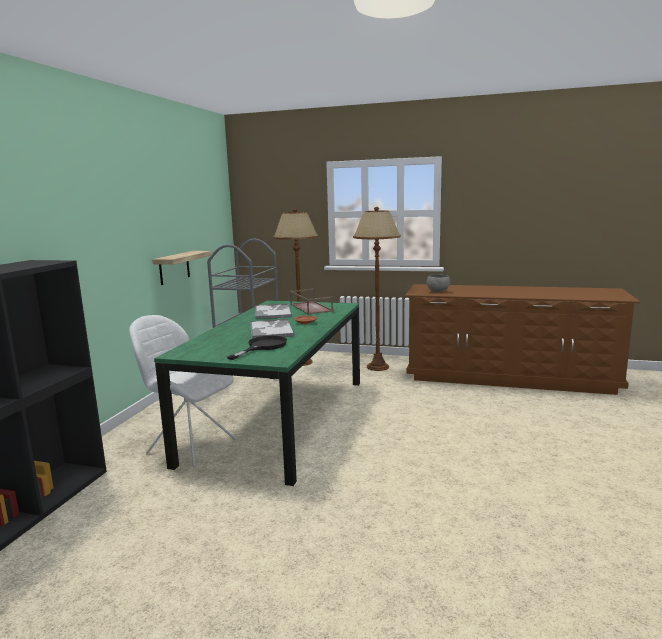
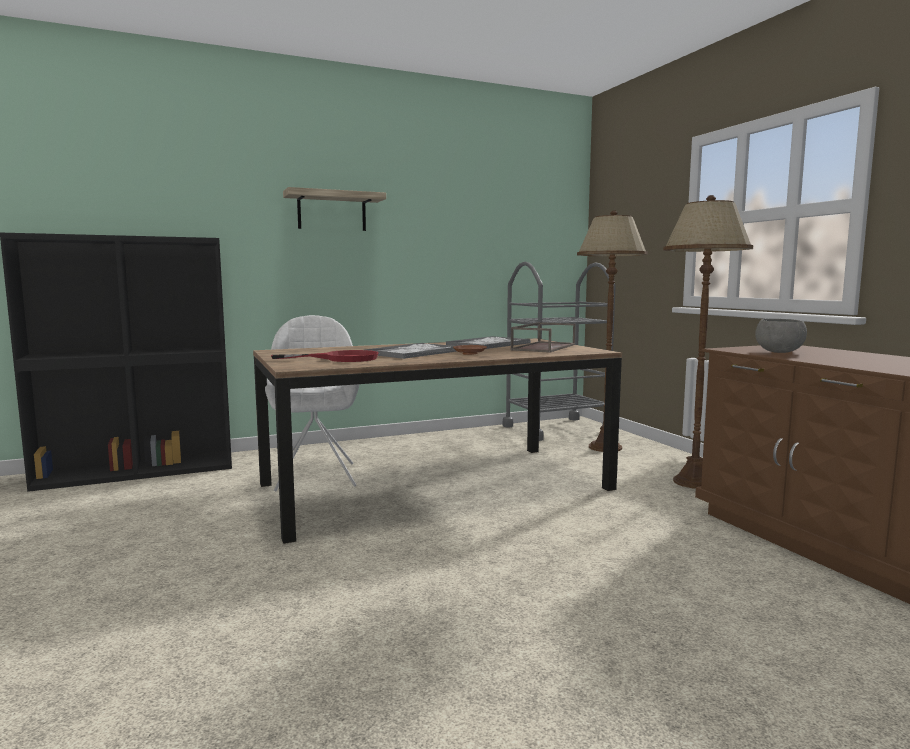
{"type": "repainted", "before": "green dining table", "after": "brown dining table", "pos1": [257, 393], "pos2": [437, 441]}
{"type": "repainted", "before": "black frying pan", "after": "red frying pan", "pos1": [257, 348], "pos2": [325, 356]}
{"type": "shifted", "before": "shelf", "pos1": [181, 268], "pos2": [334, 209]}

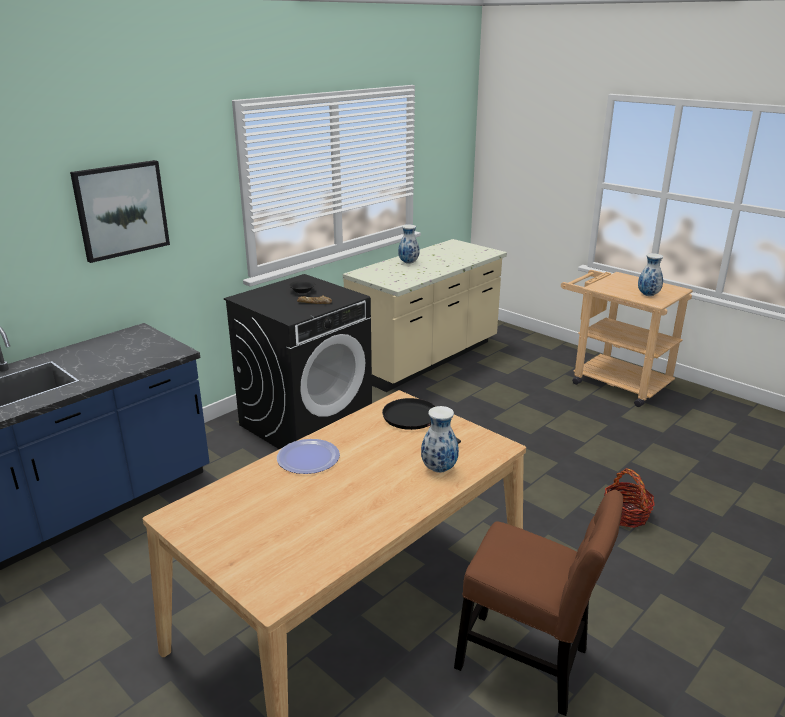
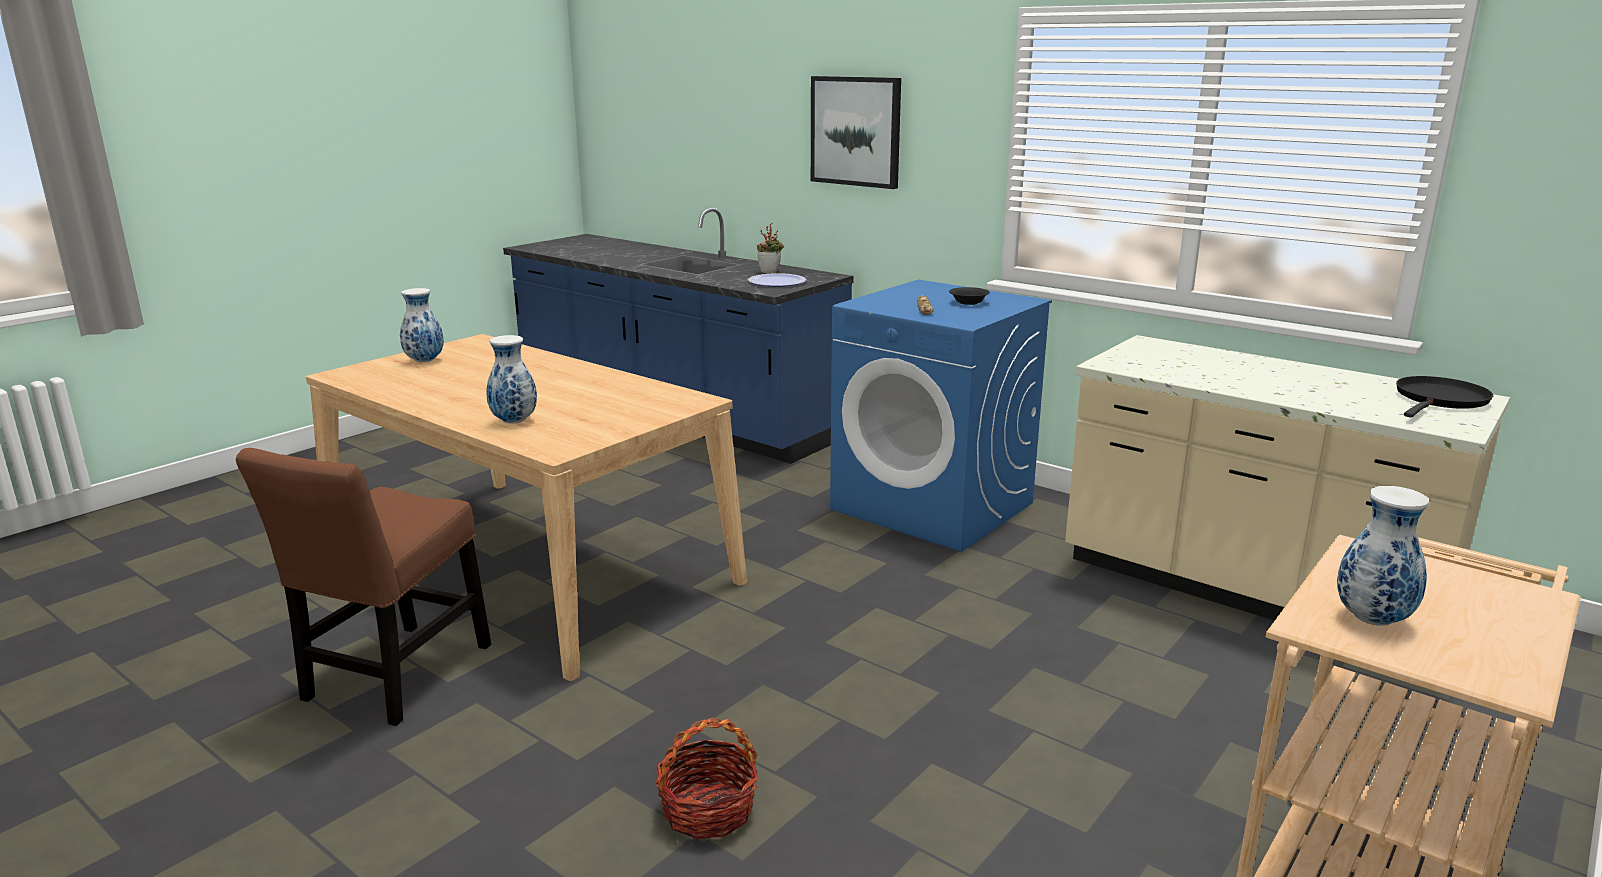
{"type": "shifted", "before": "vase", "pos1": [408, 244], "pos2": [422, 325]}
{"type": "shifted", "before": "plate", "pos1": [308, 456], "pos2": [777, 280]}
{"type": "new", "after": "potted plant", "pos2": [770, 248]}
{"type": "repainted", "before": "black washing machine", "after": "blue washing machine", "pos1": [298, 361], "pos2": [941, 415]}
{"type": "shifted", "before": "black frying pan", "pos1": [421, 421], "pos2": [1444, 397]}

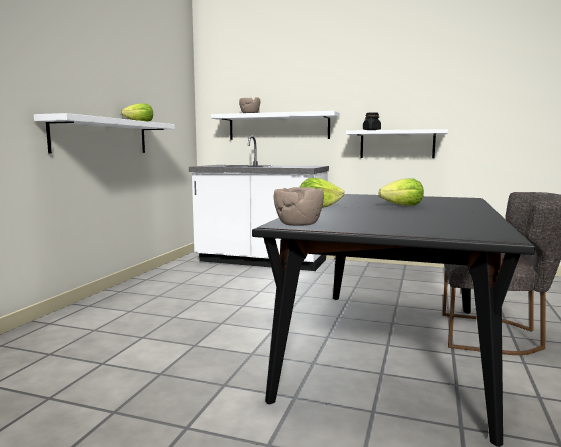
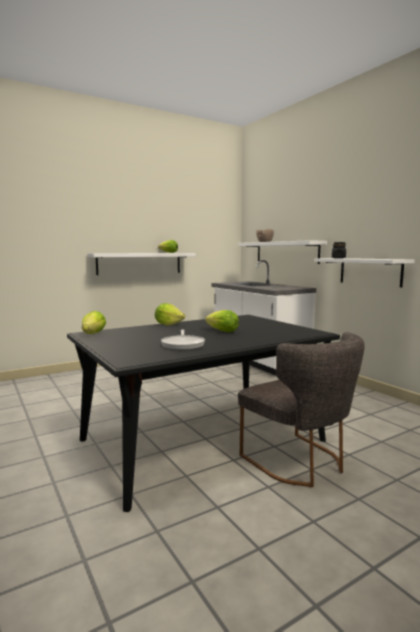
{"type": "swapped", "before": "brown bowl", "after": "lettuce", "pos1": [299, 206], "pos2": [94, 322]}
{"type": "new", "after": "frying pan", "pos2": [183, 340]}

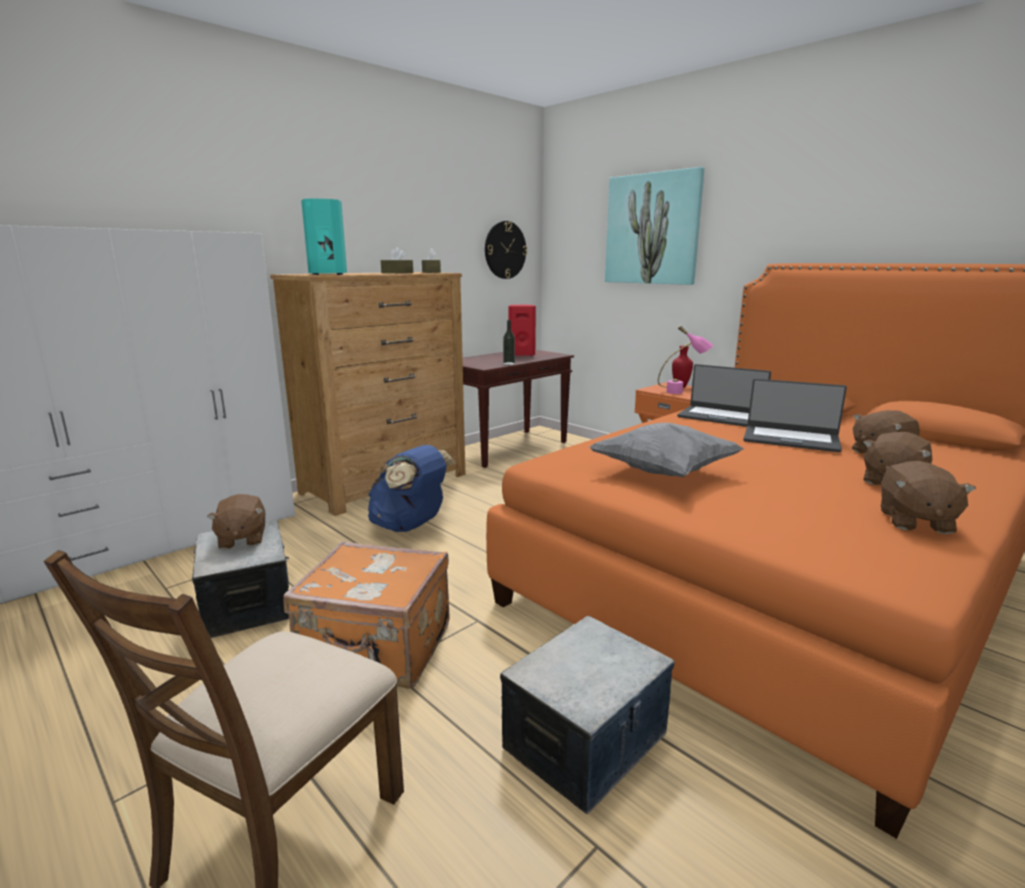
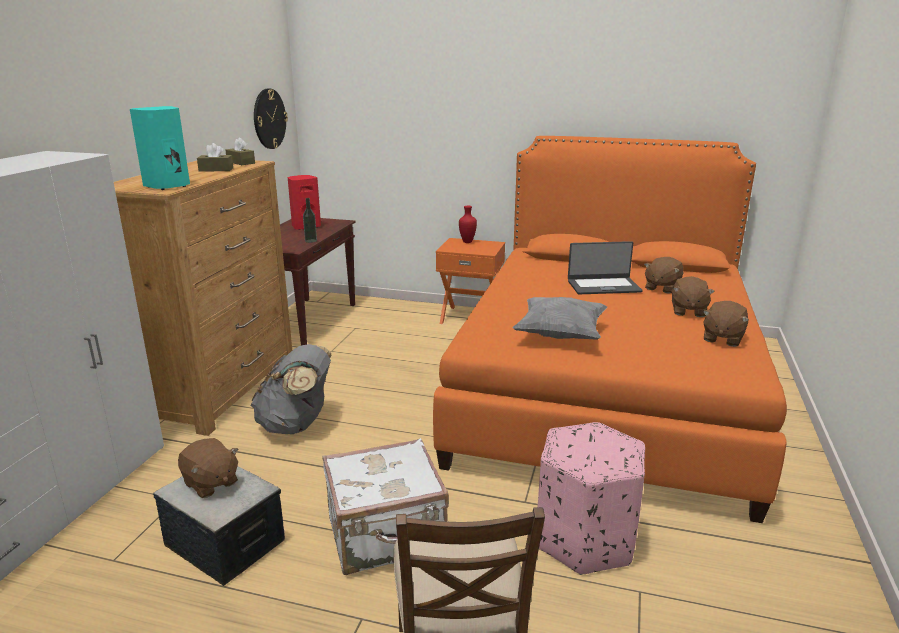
{"type": "repainted", "before": "blue backpack", "after": "grey backpack", "pos1": [411, 488], "pos2": [291, 389]}
{"type": "repainted", "before": "orange suitcase", "after": "white suitcase", "pos1": [366, 615], "pos2": [385, 506]}
{"type": "swapped", "before": "storage box", "after": "pink ottoman", "pos1": [587, 715], "pos2": [591, 498]}
{"type": "rotated", "before": "brown plush toy", "pos1": [928, 497], "pos2": [726, 324], "turn": 45}
{"type": "gone", "before": "picture", "pos1": [654, 226]}
{"type": "gone", "before": "pink table lamp", "pos1": [685, 360]}
{"type": "gone", "before": "laptop", "pos1": [724, 395]}

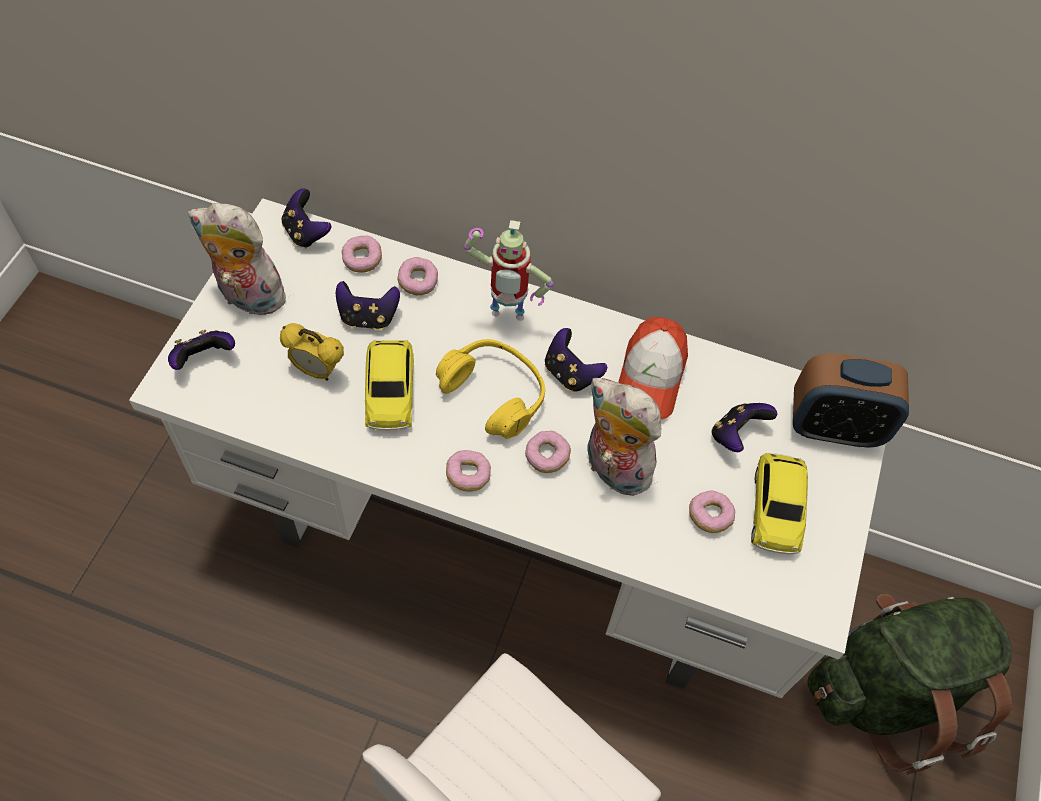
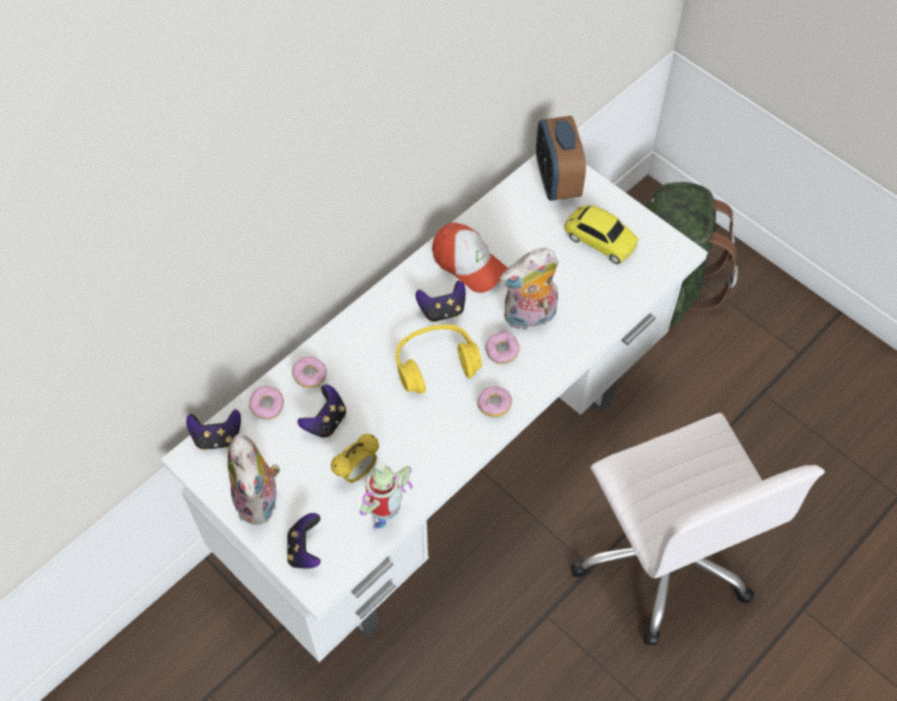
{"type": "rotated", "before": "plush toy", "pos1": [237, 259], "pos2": [254, 479], "turn": -60}
{"type": "shifted", "before": "toy robot", "pos1": [508, 270], "pos2": [386, 496]}
{"type": "rotated", "before": "alarm clock", "pos1": [851, 400], "pos2": [561, 158], "turn": 135}
{"type": "gone", "before": "toy car", "pos1": [389, 385]}
{"type": "gone", "before": "donut", "pos1": [712, 512]}
{"type": "gone", "before": "game controller", "pos1": [744, 427]}

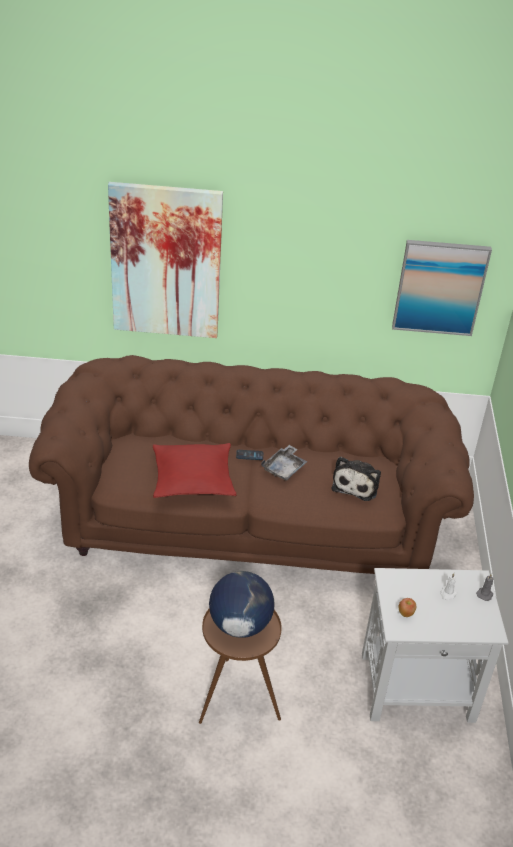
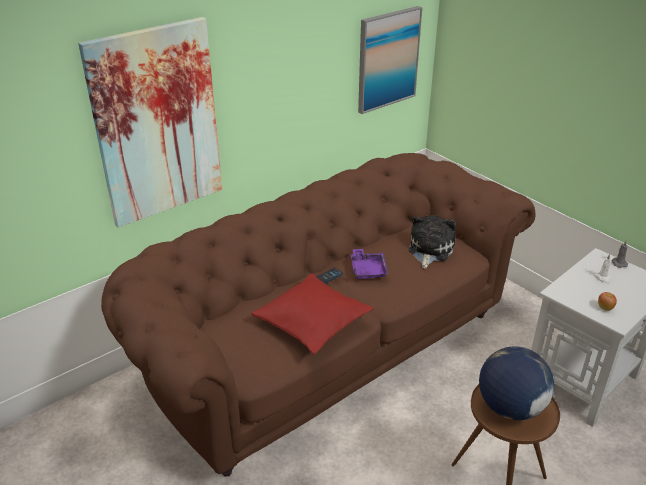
{"type": "repainted", "before": "grey tray", "after": "purple tray", "pos1": [284, 463], "pos2": [369, 264]}
{"type": "rotated", "before": "plush toy", "pos1": [356, 479], "pos2": [432, 242], "turn": -135}

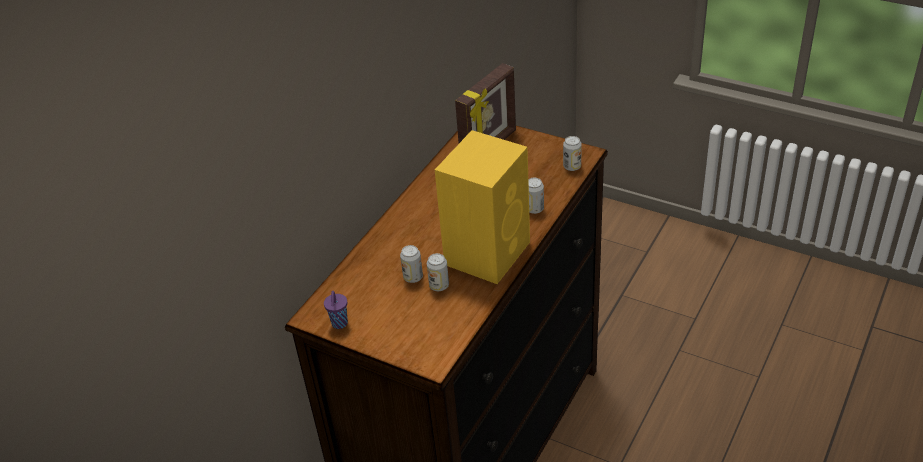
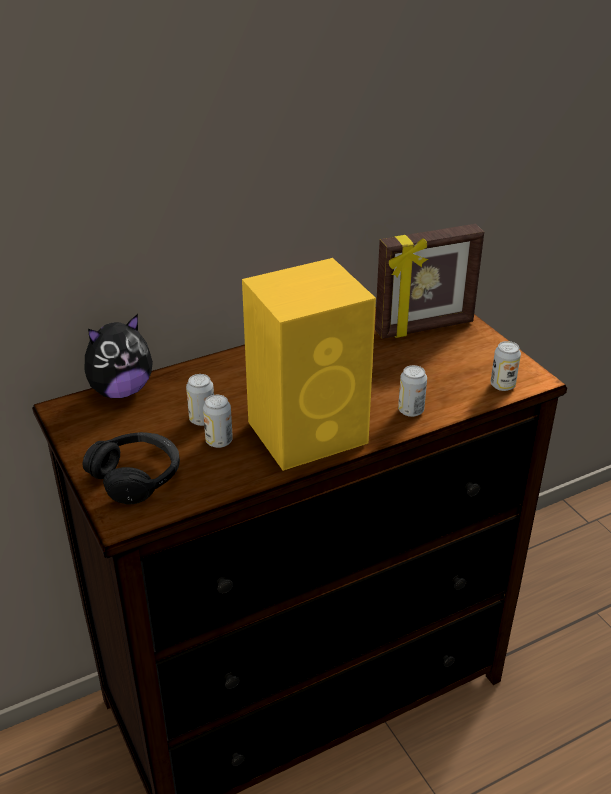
{"type": "new", "after": "black headphones", "pos2": [131, 468]}
{"type": "new", "after": "plush toy", "pos2": [119, 356]}
{"type": "gone", "before": "purple cup", "pos1": [336, 310]}

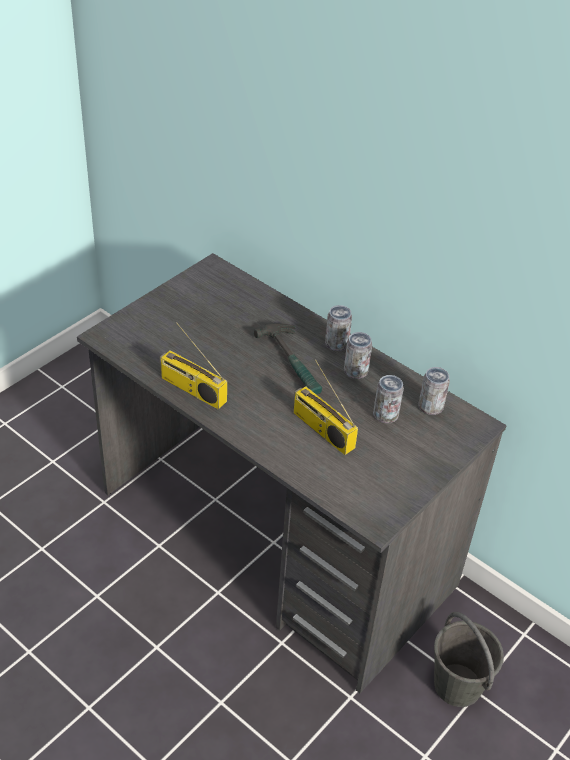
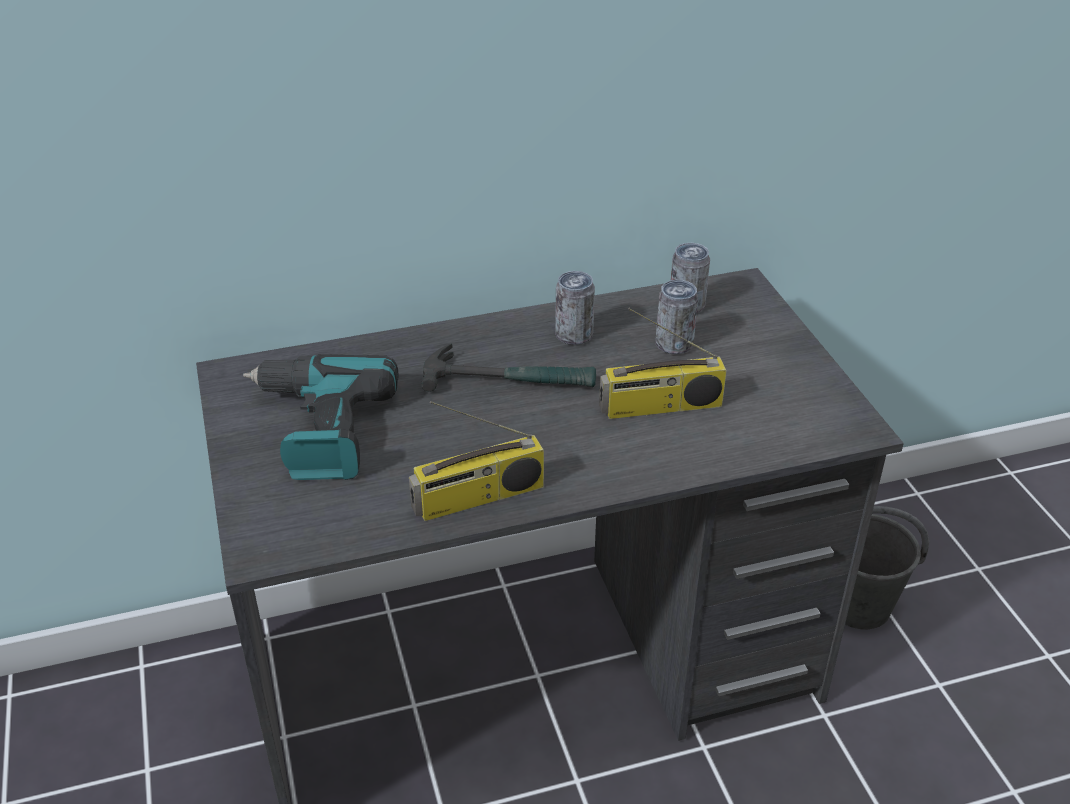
{"type": "new", "after": "power drill", "pos2": [321, 417]}
{"type": "gone", "before": "can", "pos1": [338, 328]}

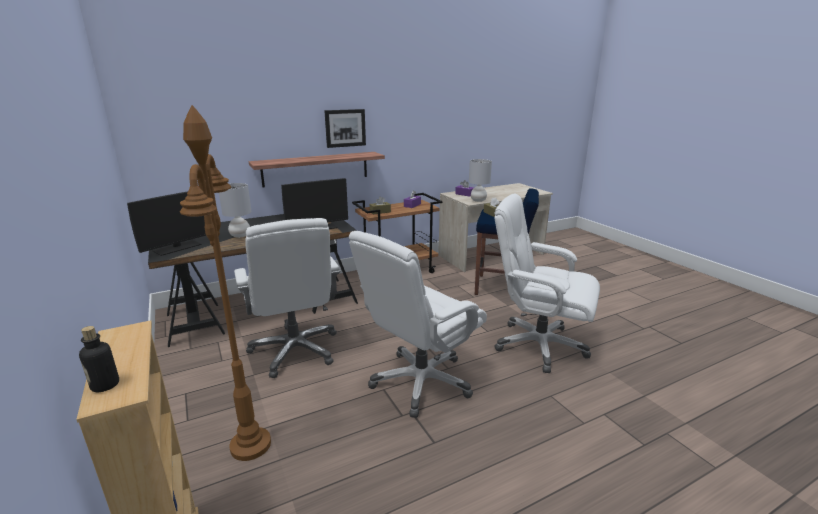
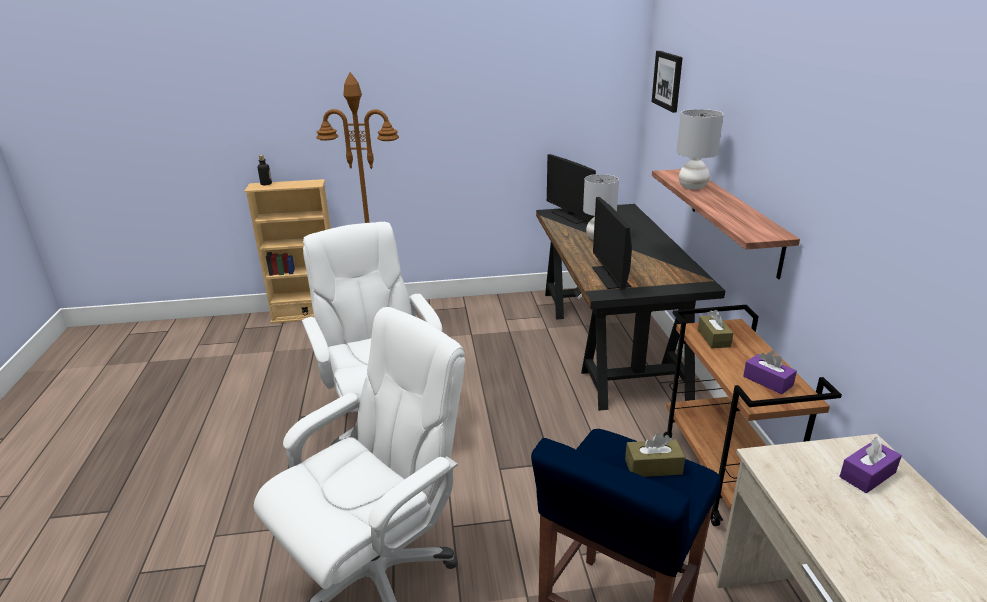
{"type": "shifted", "before": "picture", "pos1": [345, 128], "pos2": [667, 82]}
{"type": "shifted", "before": "grey table lamp", "pos1": [480, 180], "pos2": [700, 149]}
{"type": "gone", "before": "white office chair", "pos1": [287, 298]}

